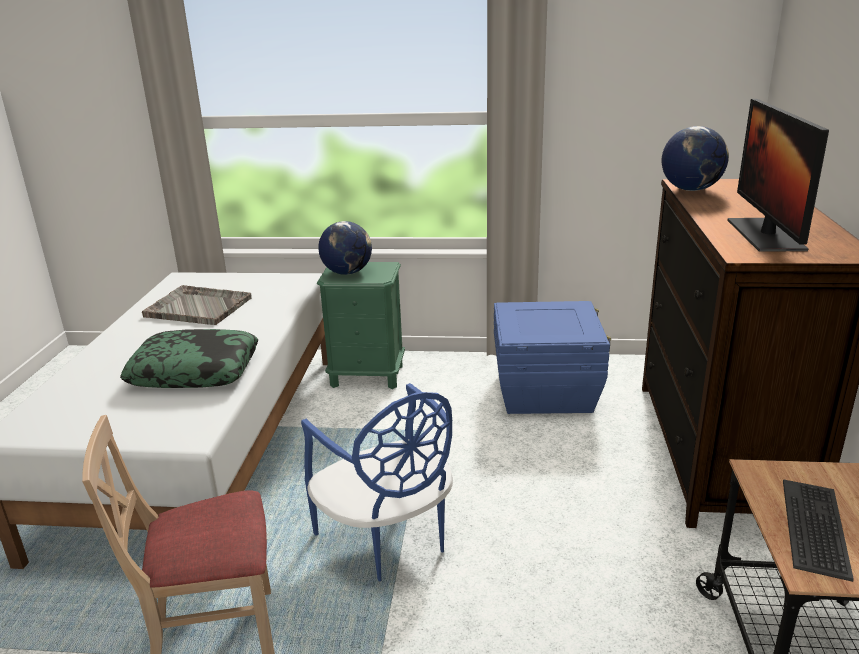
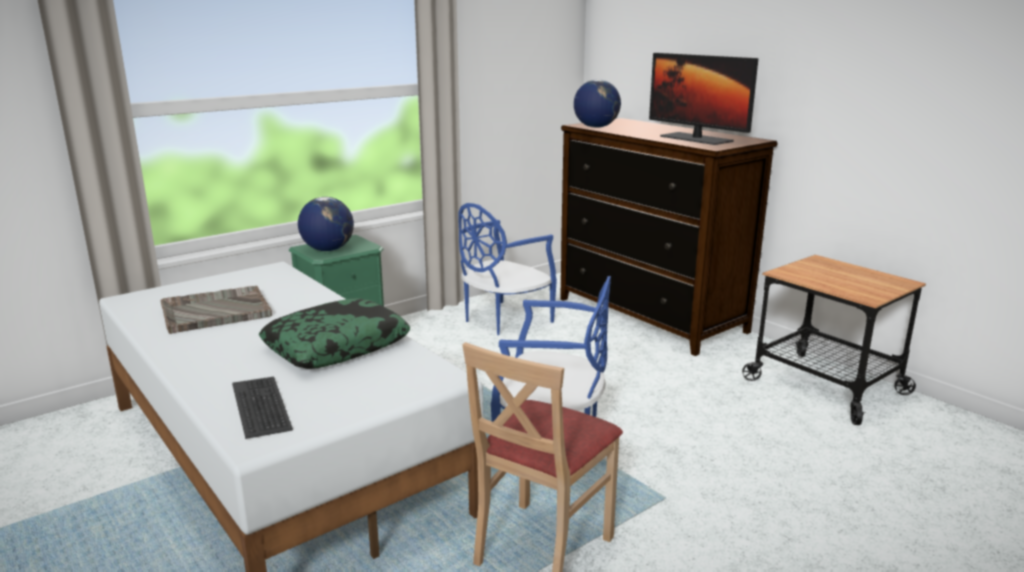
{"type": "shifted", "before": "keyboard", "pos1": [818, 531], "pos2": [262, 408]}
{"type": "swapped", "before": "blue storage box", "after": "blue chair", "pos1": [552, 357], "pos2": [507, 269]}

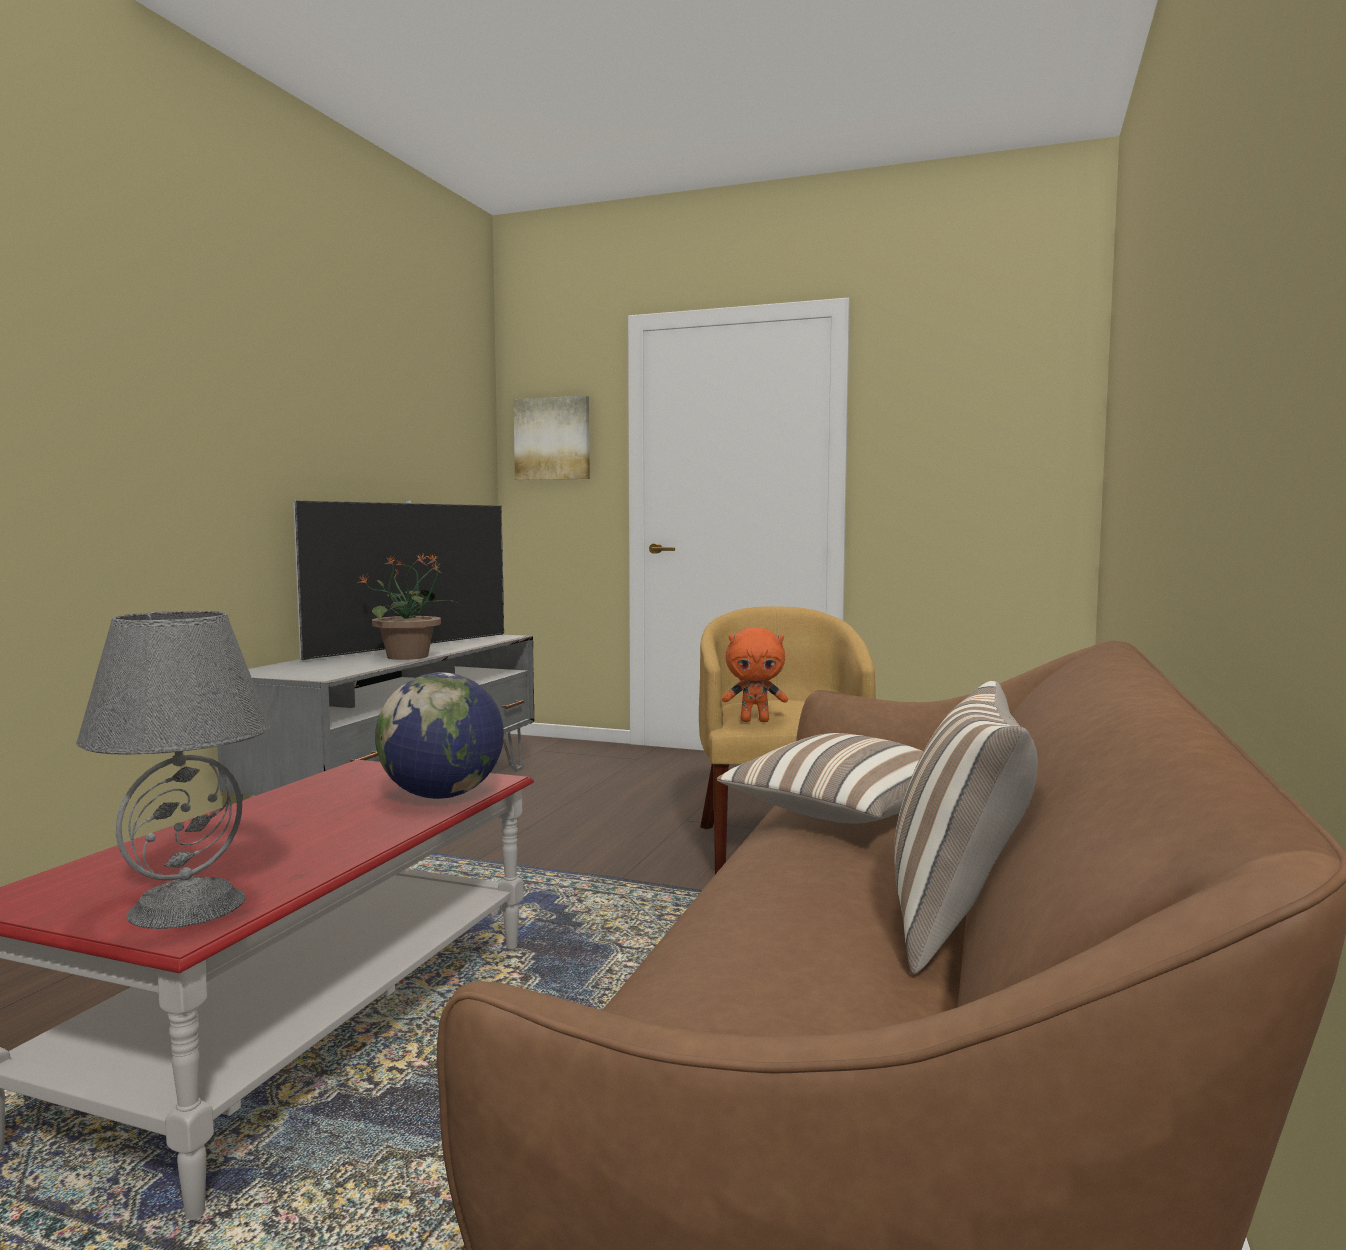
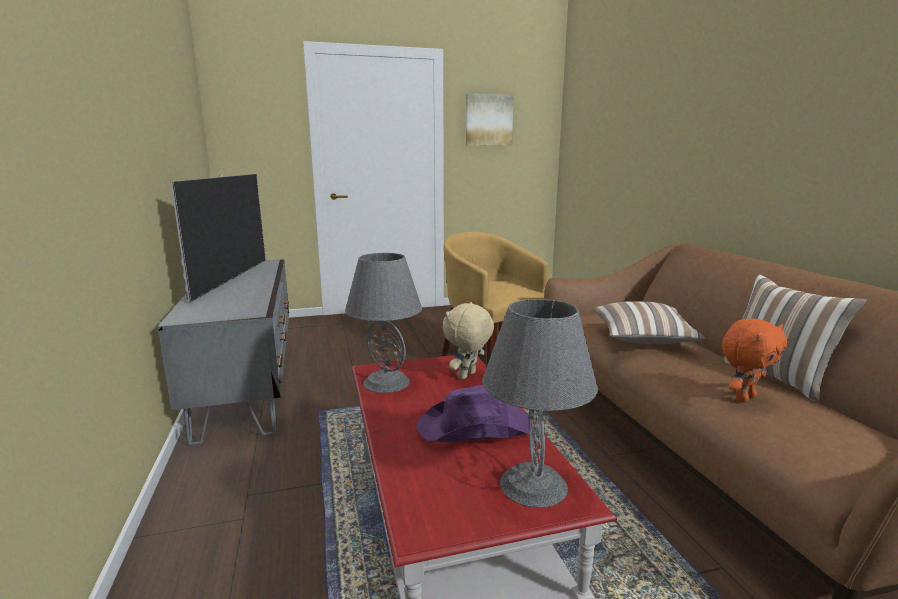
{"type": "new", "after": "grey table lamp", "pos2": [383, 323]}
{"type": "new", "after": "purple hat", "pos2": [472, 413]}
{"type": "swapped", "before": "globe", "after": "beige plush toy", "pos1": [439, 735], "pos2": [468, 340]}
{"type": "shifted", "before": "picture", "pos1": [551, 438], "pos2": [490, 120]}
{"type": "shifted", "before": "orange plush toy", "pos1": [755, 674], "pos2": [754, 361]}
{"type": "gone", "before": "potted plant", "pos1": [408, 606]}

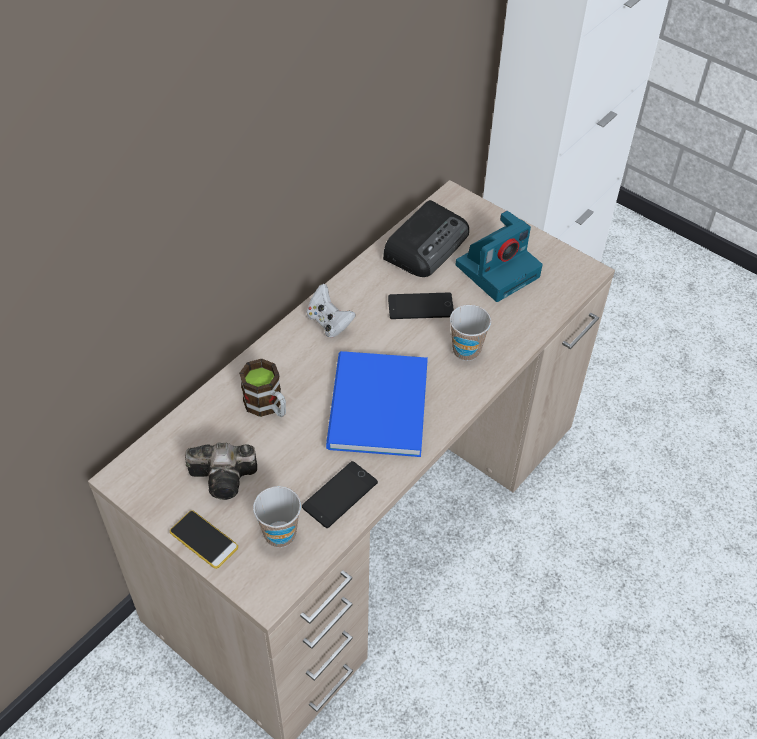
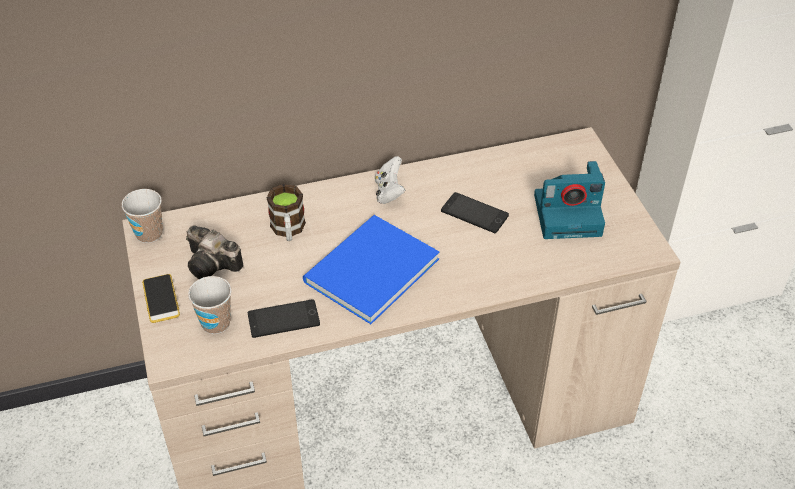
{"type": "shifted", "before": "cup", "pos1": [470, 333], "pos2": [142, 216]}
{"type": "gone", "before": "radio", "pos1": [426, 238]}

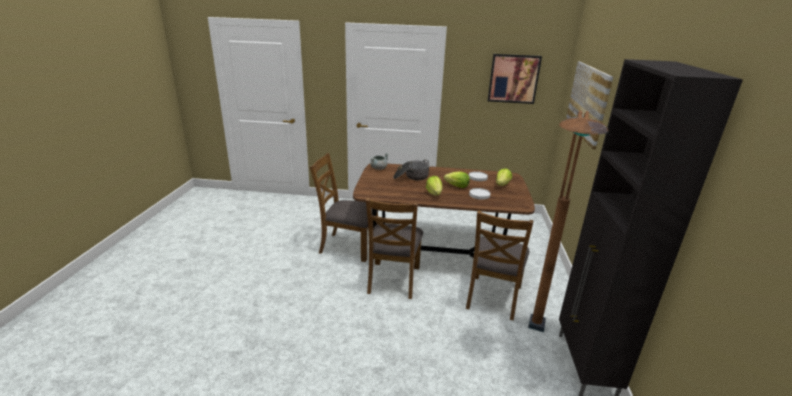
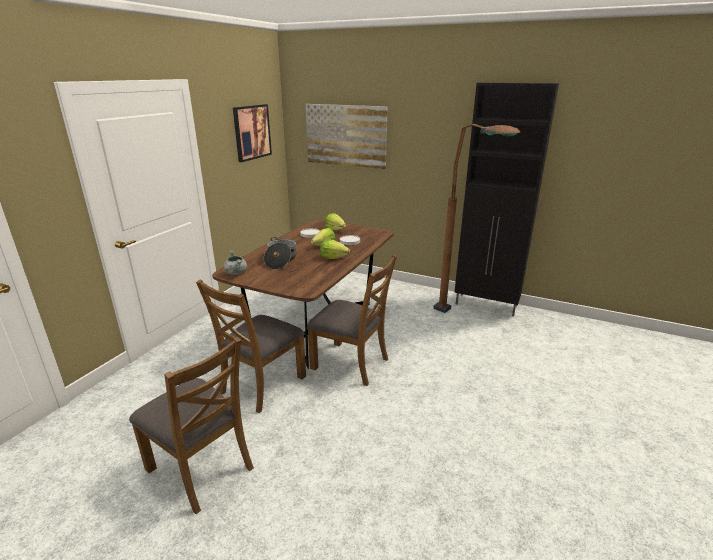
{"type": "shifted", "before": "brown chair", "pos1": [500, 265], "pos2": [191, 425]}

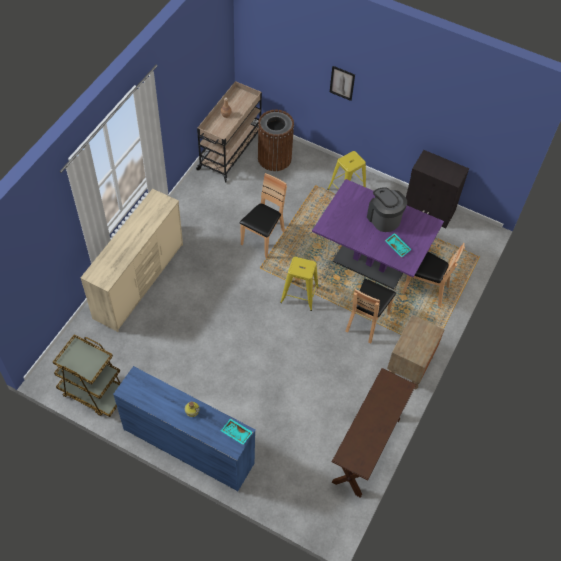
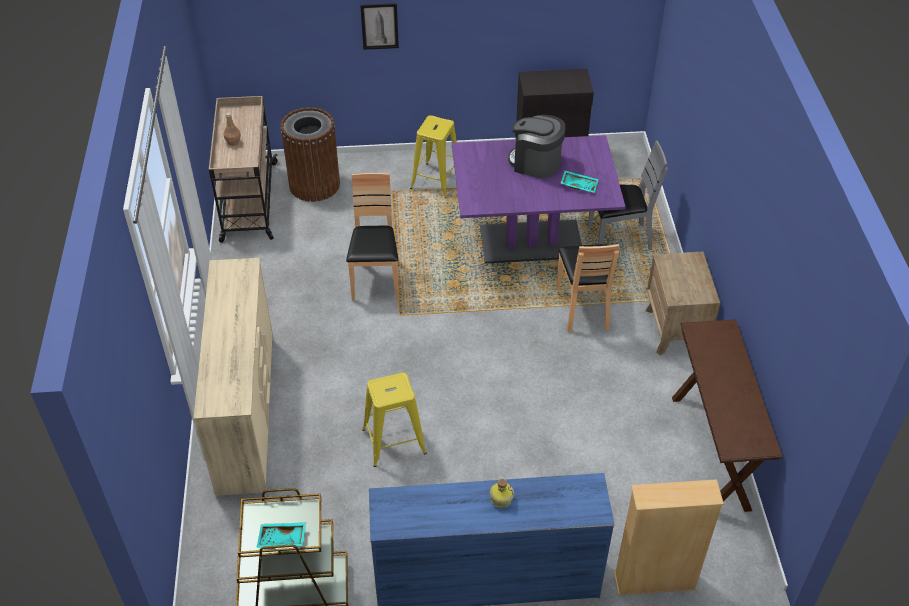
{"type": "shifted", "before": "turquoise tray", "pos1": [237, 431], "pos2": [281, 535]}
{"type": "shifted", "before": "yellow stool", "pos1": [299, 284], "pos2": [394, 419]}
{"type": "repainted", "before": "brown chair", "after": "grey chair", "pos1": [434, 275], "pos2": [628, 195]}
{"type": "new", "after": "beige bookcase", "pos2": [669, 537]}

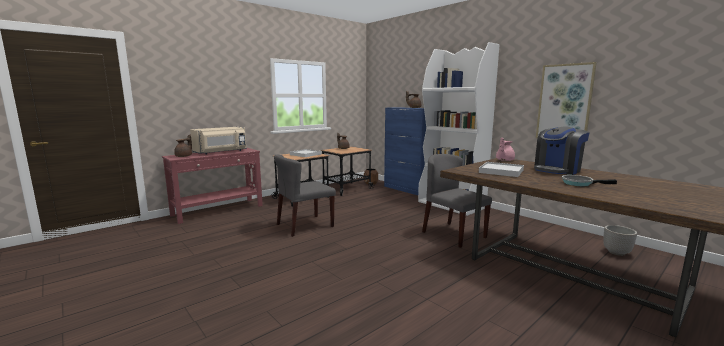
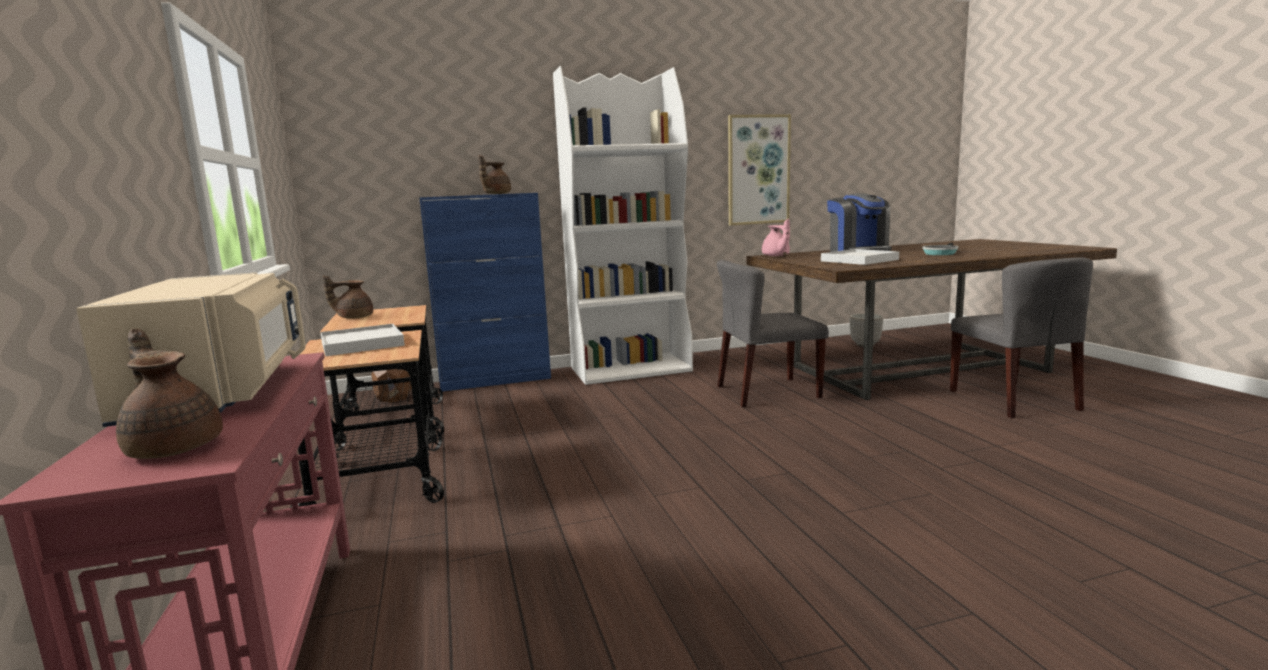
{"type": "shifted", "before": "grey chair", "pos1": [305, 196], "pos2": [1021, 337]}

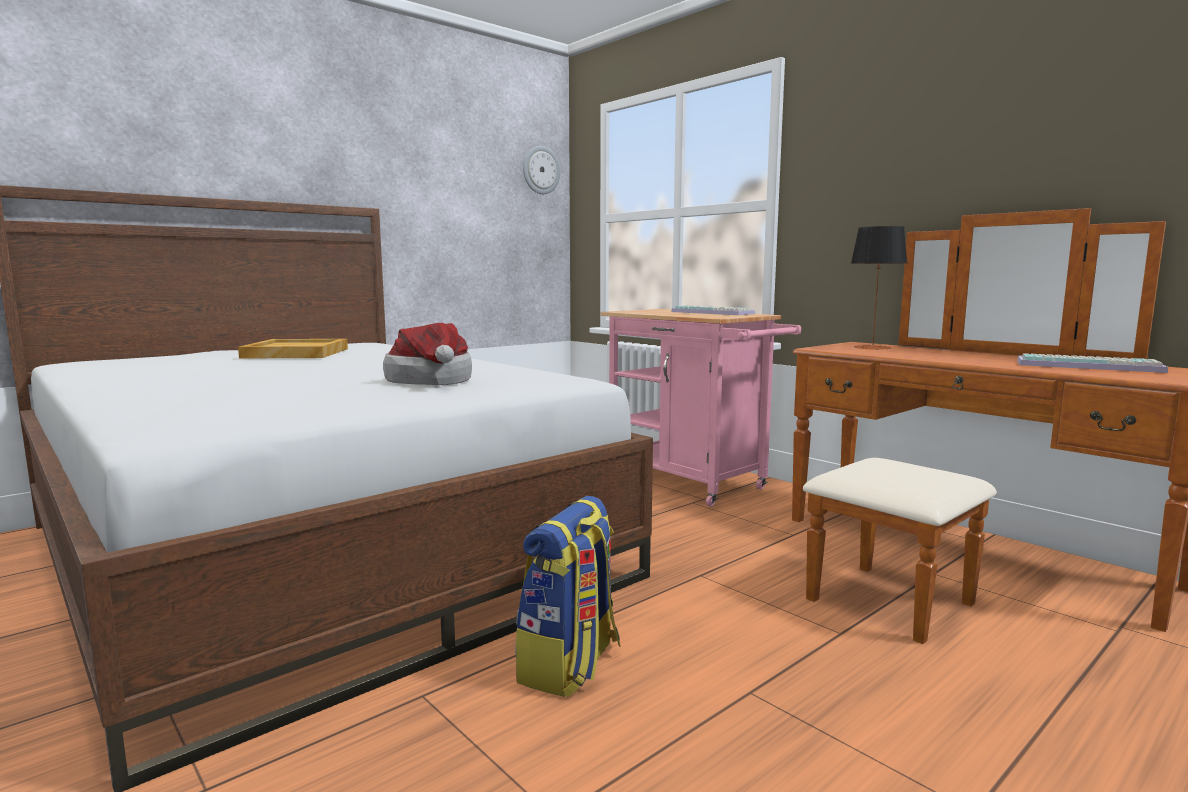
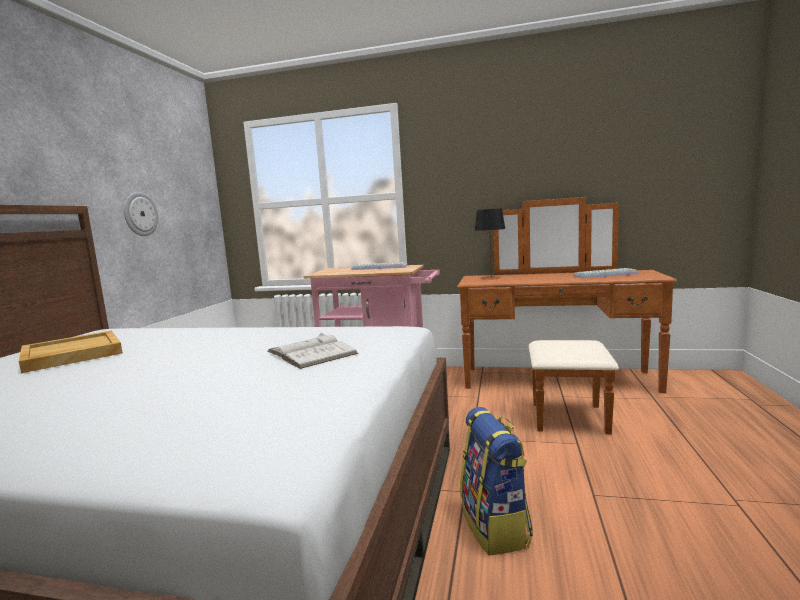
{"type": "shifted", "before": "wall clock", "pos1": [541, 170], "pos2": [141, 214]}
{"type": "swapped", "before": "hat", "after": "white book", "pos1": [427, 354], "pos2": [313, 351]}

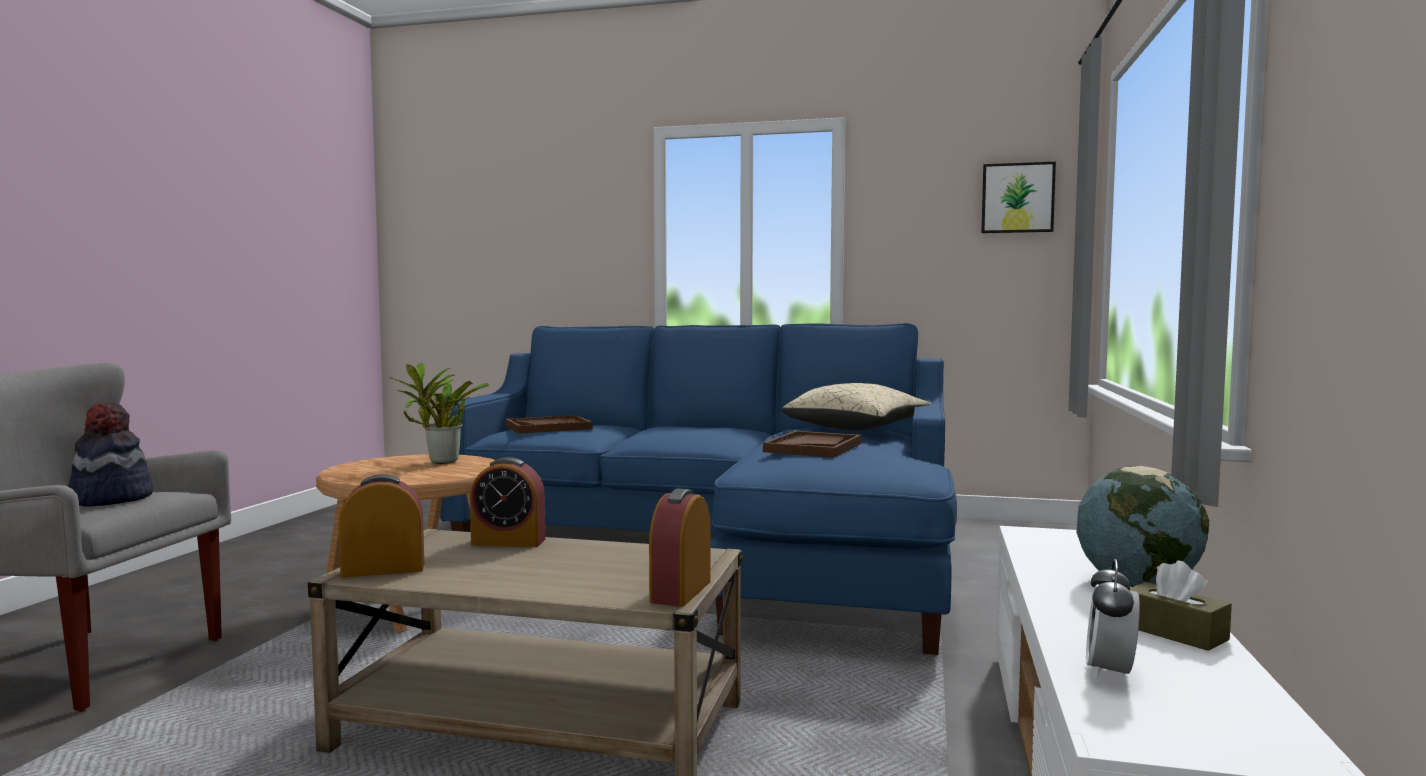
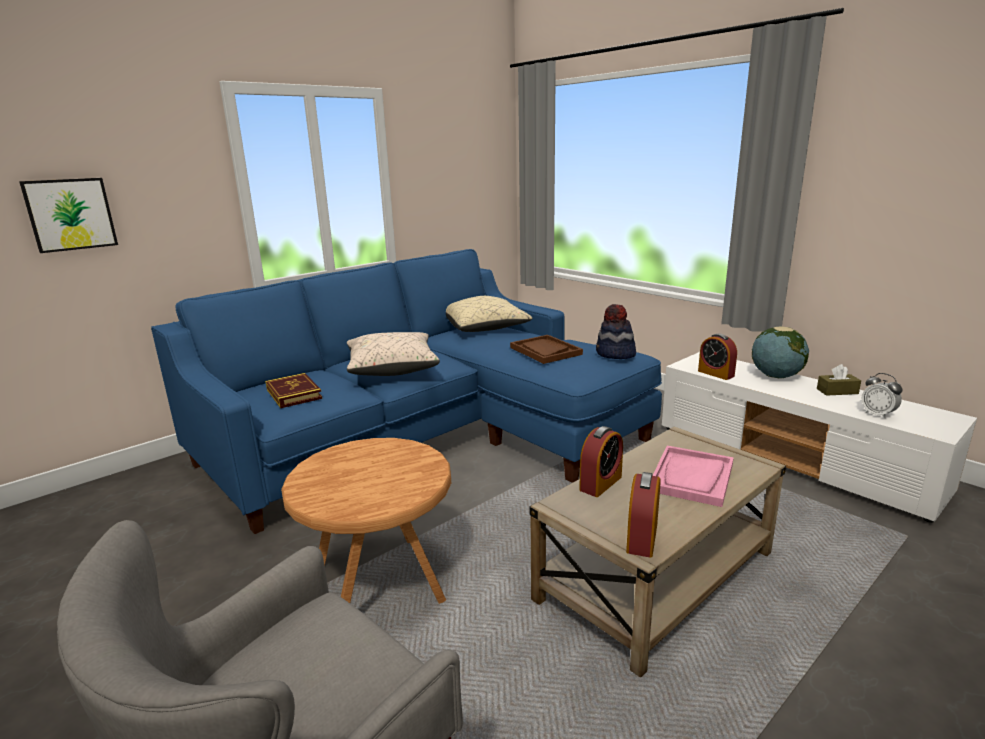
{"type": "shifted", "before": "picture", "pos1": [1018, 197], "pos2": [68, 215]}
{"type": "swapped", "before": "brown tray", "after": "book", "pos1": [549, 424], "pos2": [293, 390]}
{"type": "new", "after": "beige pillow", "pos2": [393, 354]}
{"type": "shifted", "before": "hat", "pos1": [110, 455], "pos2": [616, 331]}
{"type": "new", "after": "pink tray", "pos2": [693, 476]}
{"type": "shifted", "before": "alarm clock", "pos1": [680, 548], "pos2": [717, 356]}
{"type": "gone", "before": "potted plant", "pos1": [439, 413]}

